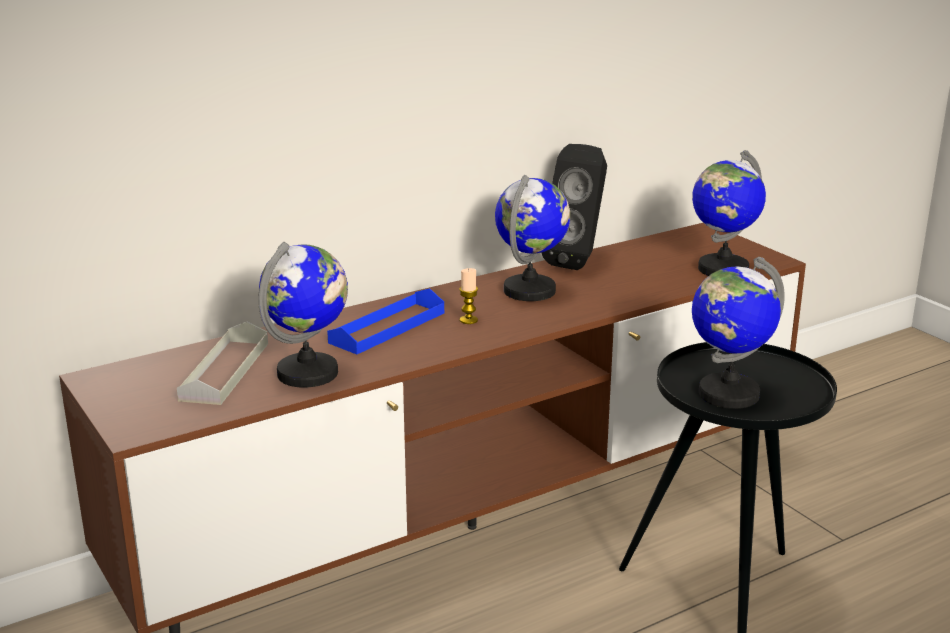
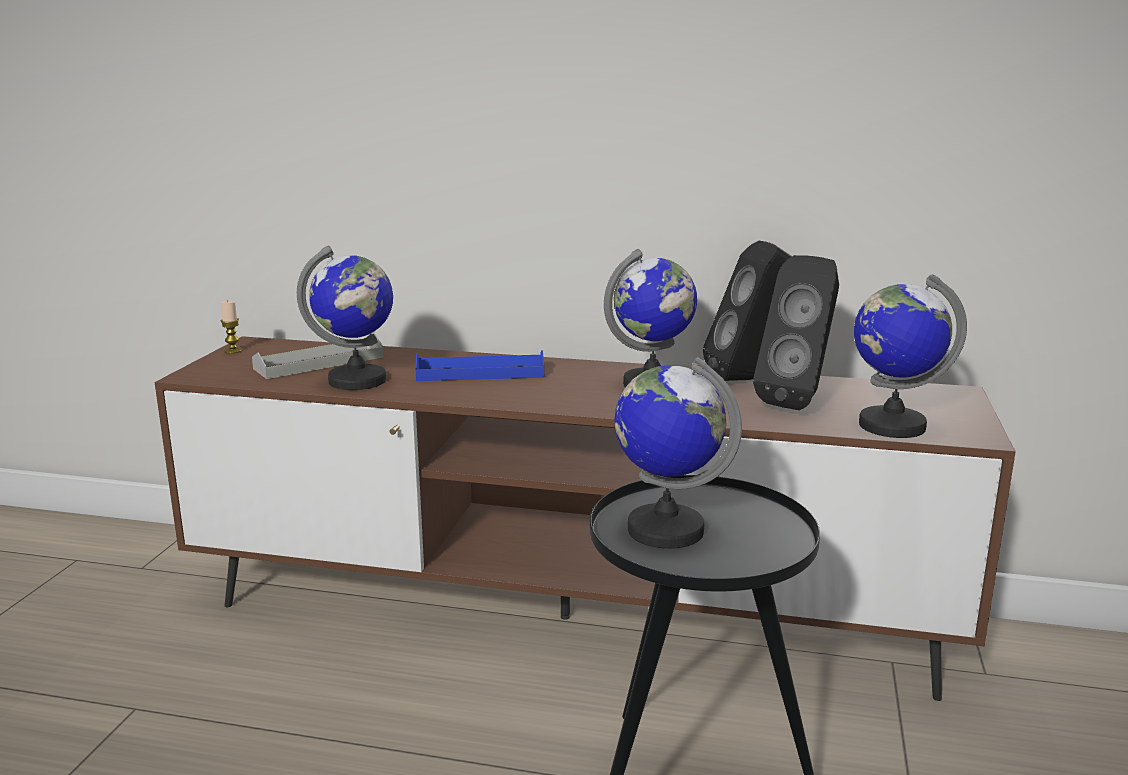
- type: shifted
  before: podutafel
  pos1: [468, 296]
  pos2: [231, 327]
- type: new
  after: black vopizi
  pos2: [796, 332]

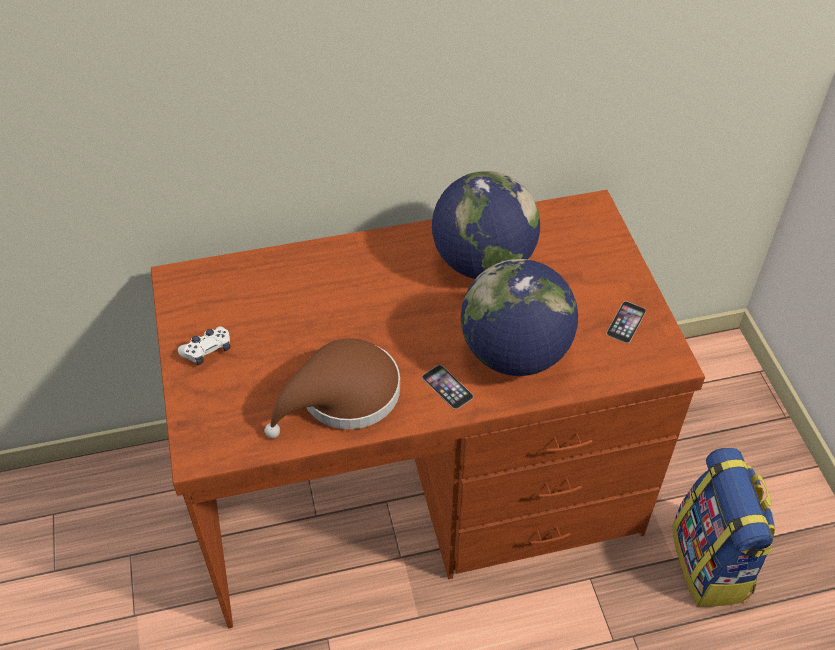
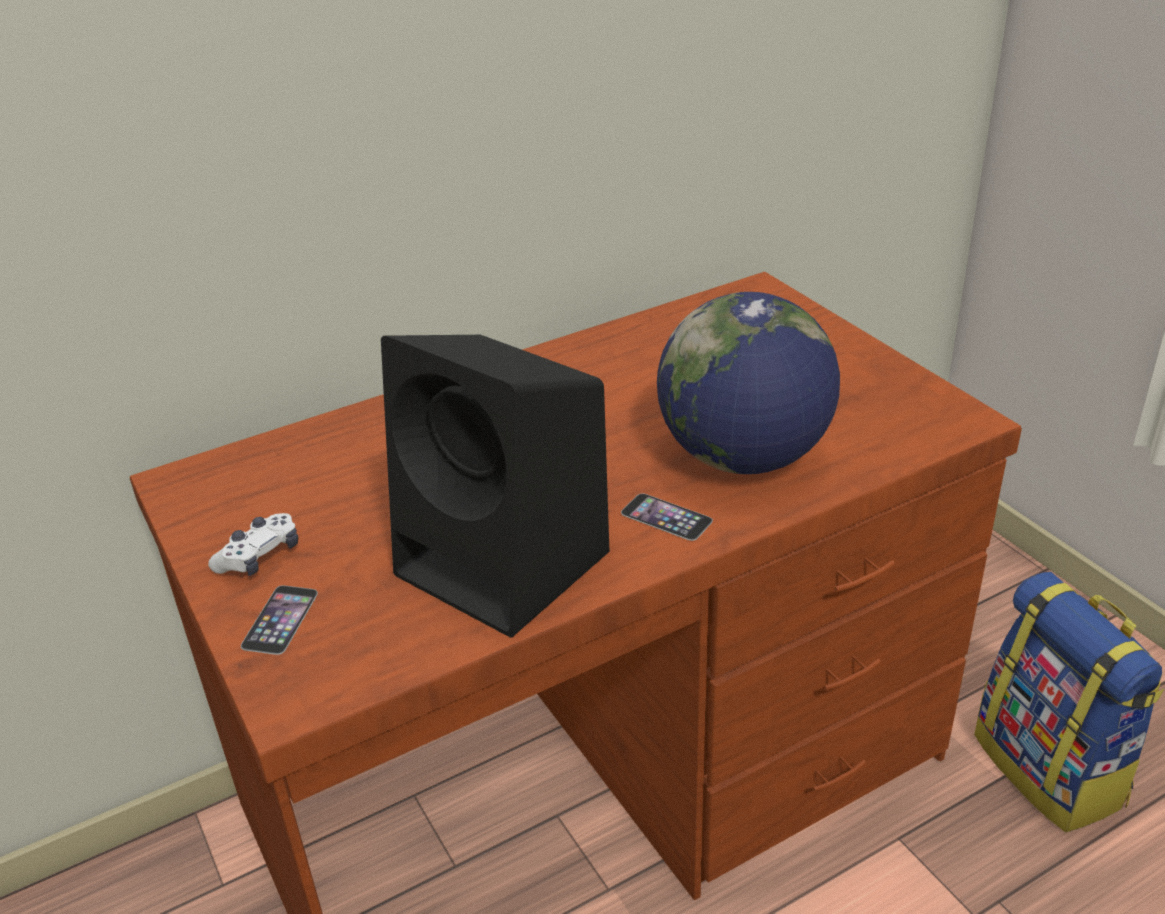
- type: swapped
  before: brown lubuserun
  after: black vopizi
  pos1: [332, 388]
  pos2: [495, 486]
- type: gone
  before: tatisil
  pos1: [486, 225]
- type: shifted
  before: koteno
  pos1: [626, 322]
  pos2: [279, 620]

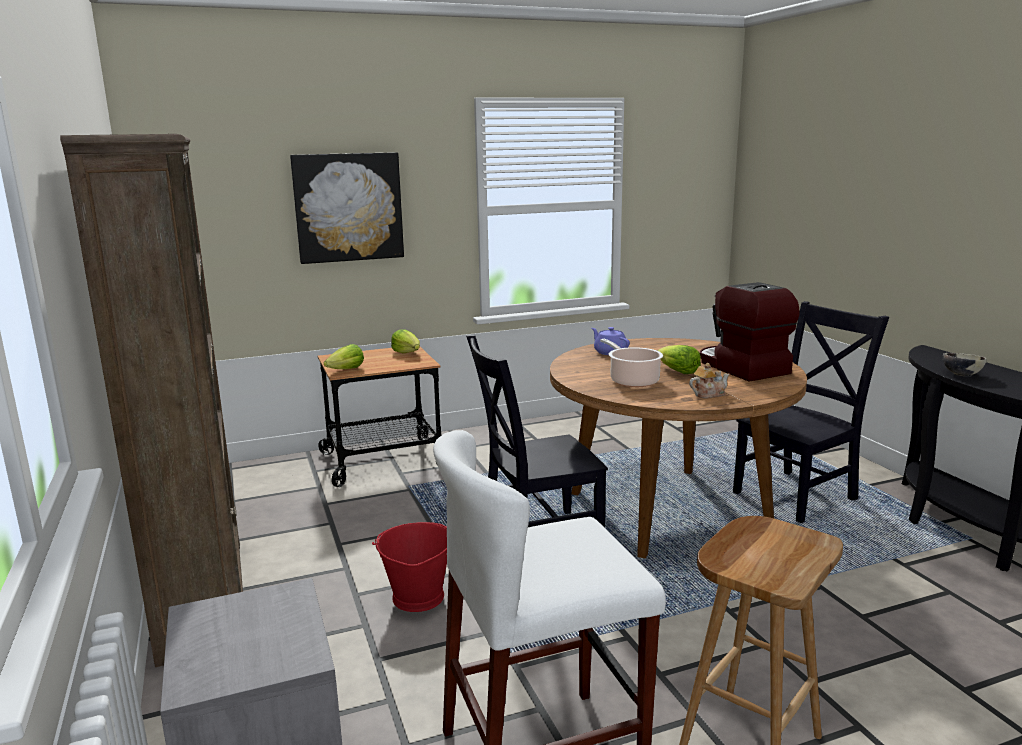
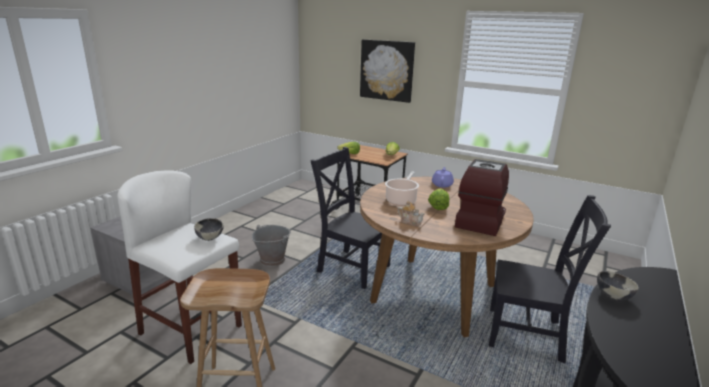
- type: gone
  before: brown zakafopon
  pos1: [151, 400]
- type: repainted
  before: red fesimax
  after: grey fesimax
  pos1: [409, 567]
  pos2: [271, 246]
- type: new
  after: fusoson
  pos2: [209, 229]

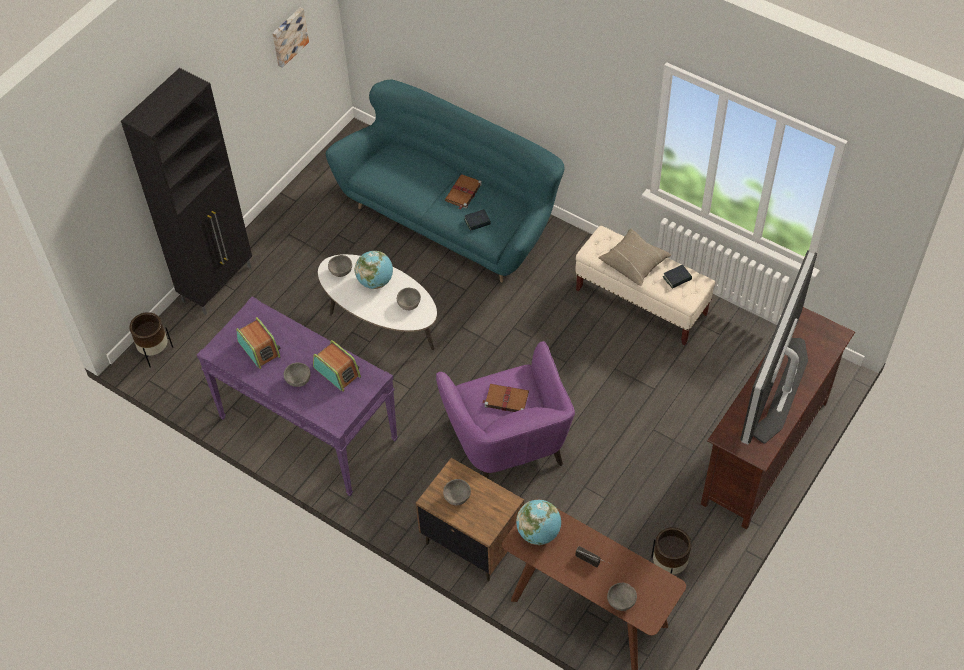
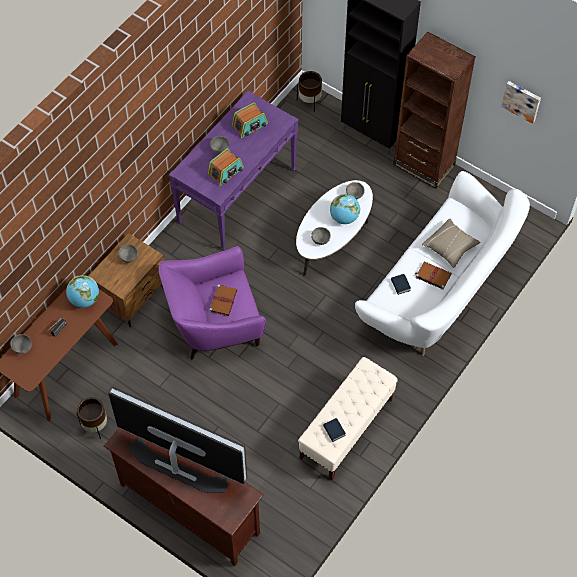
- type: repainted
  before: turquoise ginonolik
  after: white ginonolik
  pos1: [445, 181]
  pos2: [442, 263]
- type: shifted
  before: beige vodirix
  pos1: [634, 257]
  pos2: [451, 243]
- type: new
  after: brown zakafopon
  pos2: [434, 110]

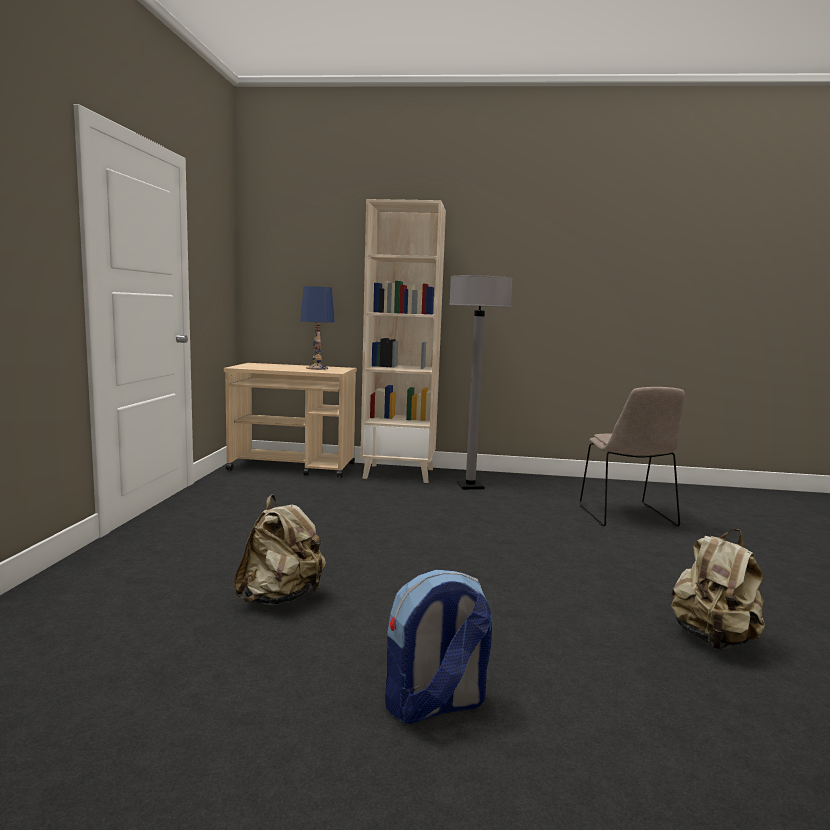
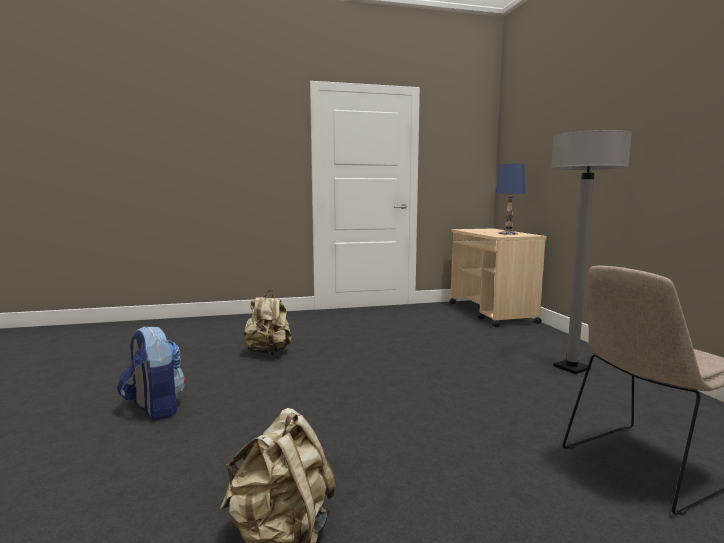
- type: gone
  before: beige zakafopon
  pos1: [403, 341]

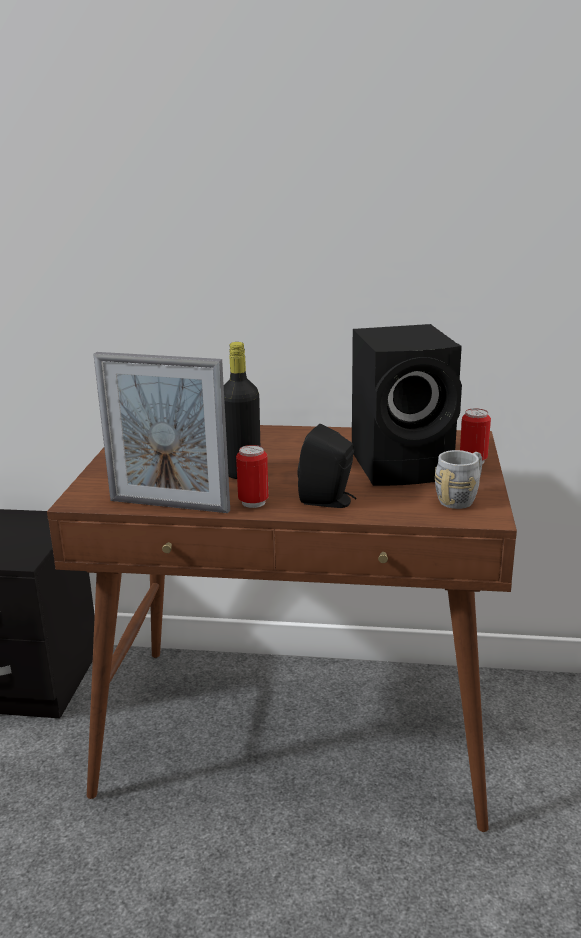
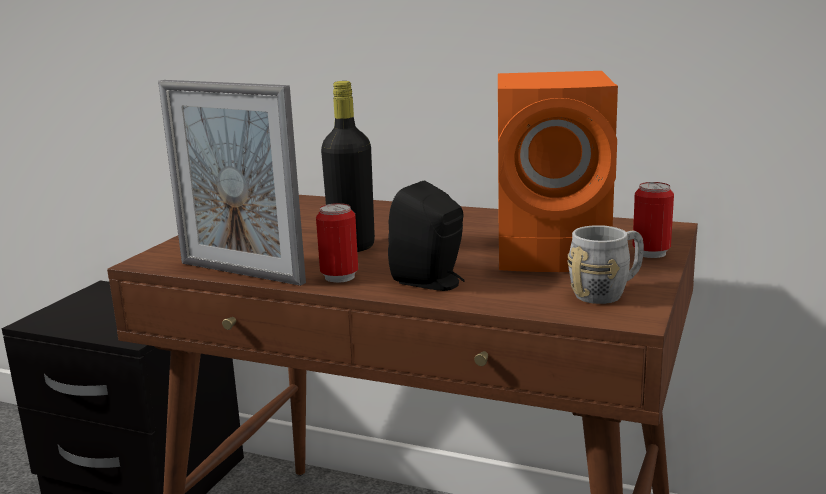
- type: repainted
  before: black vopizi
  after: orange vopizi
  pos1: [407, 405]
  pos2: [558, 171]

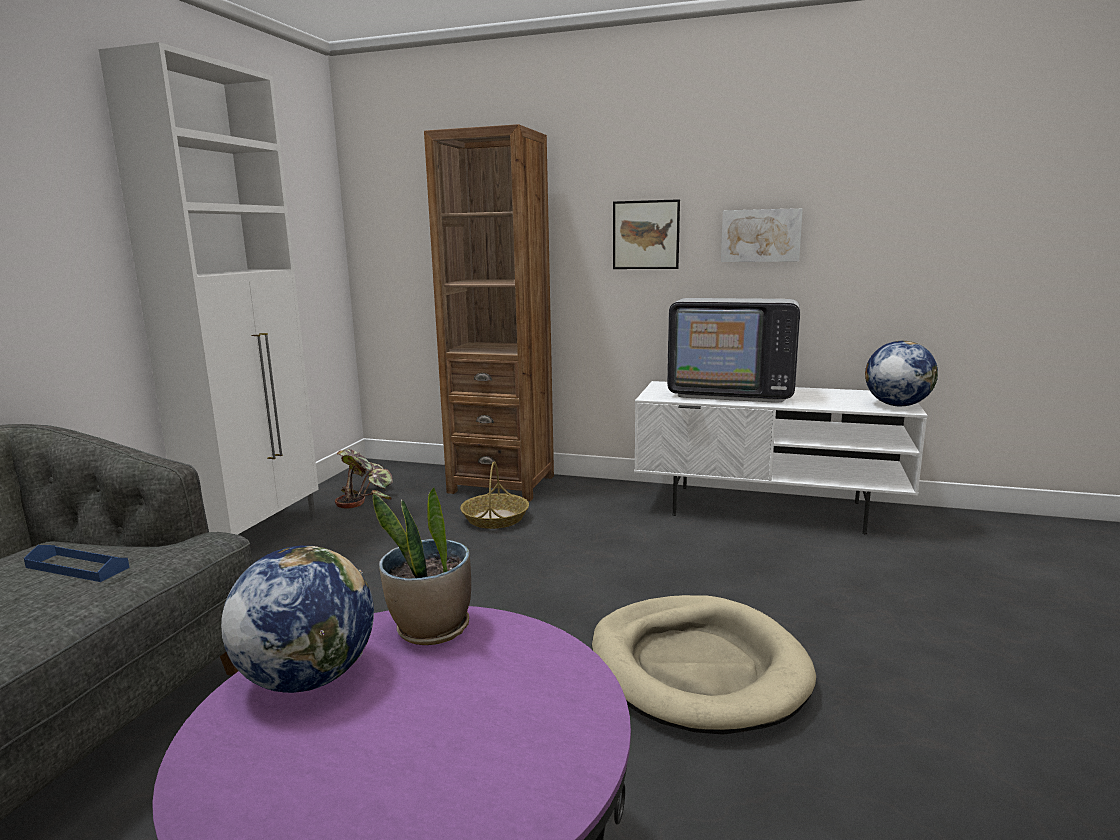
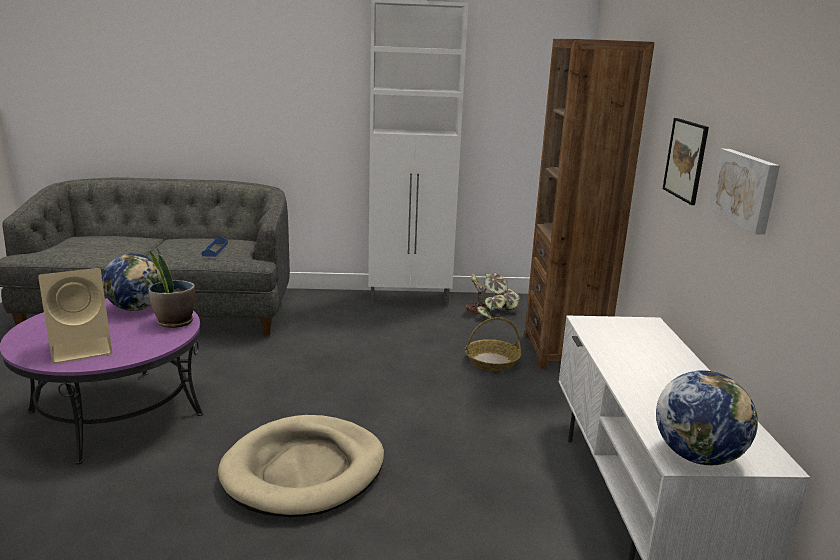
- type: gone
  before: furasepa
  pos1: [733, 350]
- type: new
  after: beige vopizi
  pos2: [75, 316]

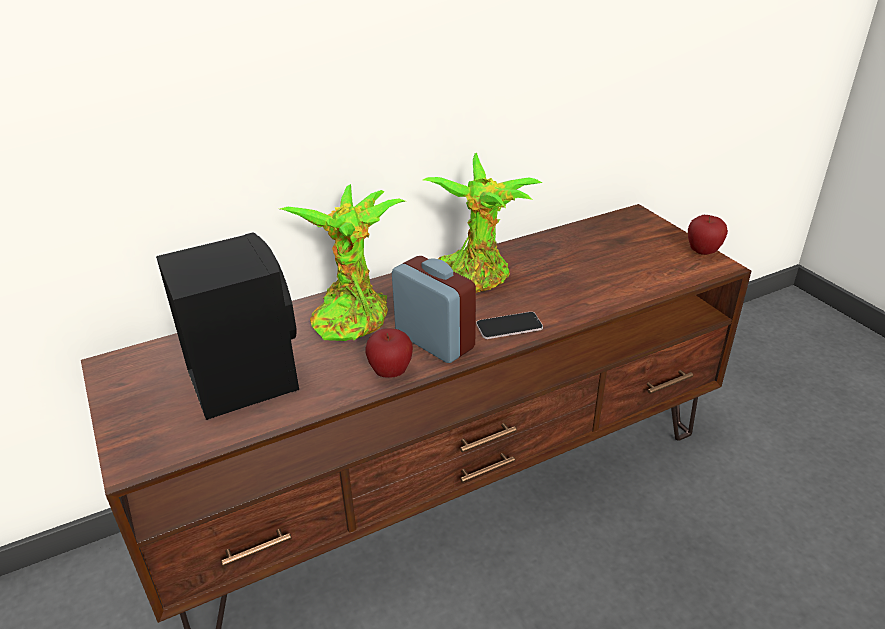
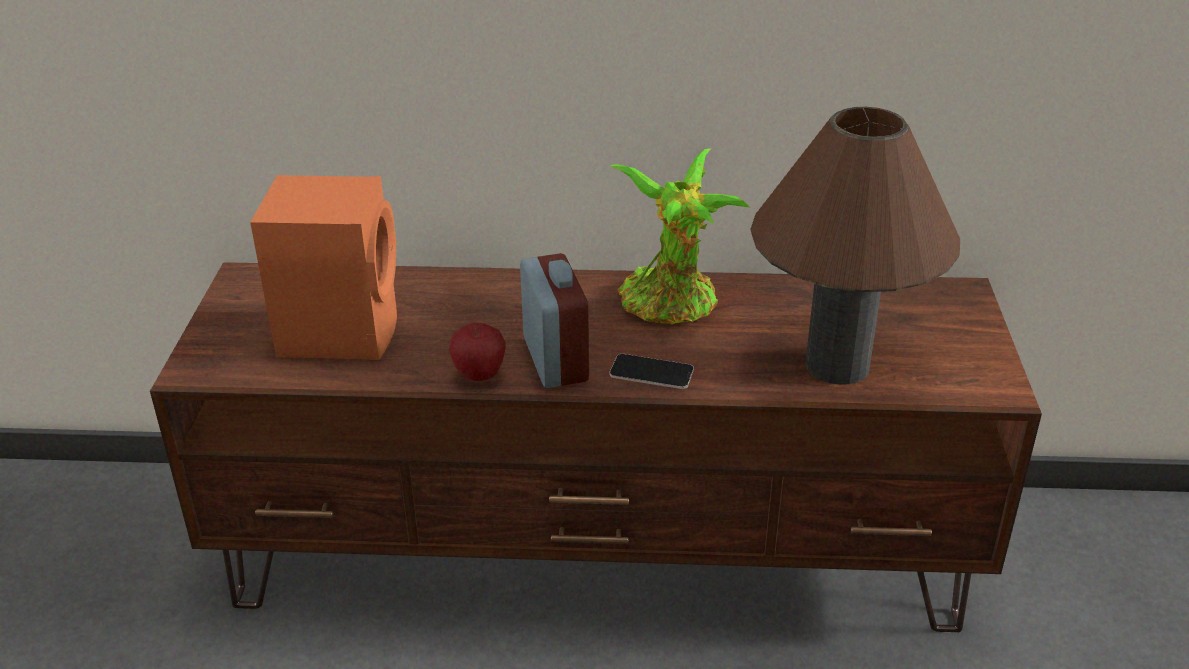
- type: repainted
  before: black vopizi
  after: orange vopizi
  pos1: [227, 326]
  pos2: [323, 267]
- type: gone
  before: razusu
  pos1: [342, 262]
- type: gone
  before: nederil
  pos1: [708, 235]
- type: new
  after: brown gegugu
  pos2: [855, 246]

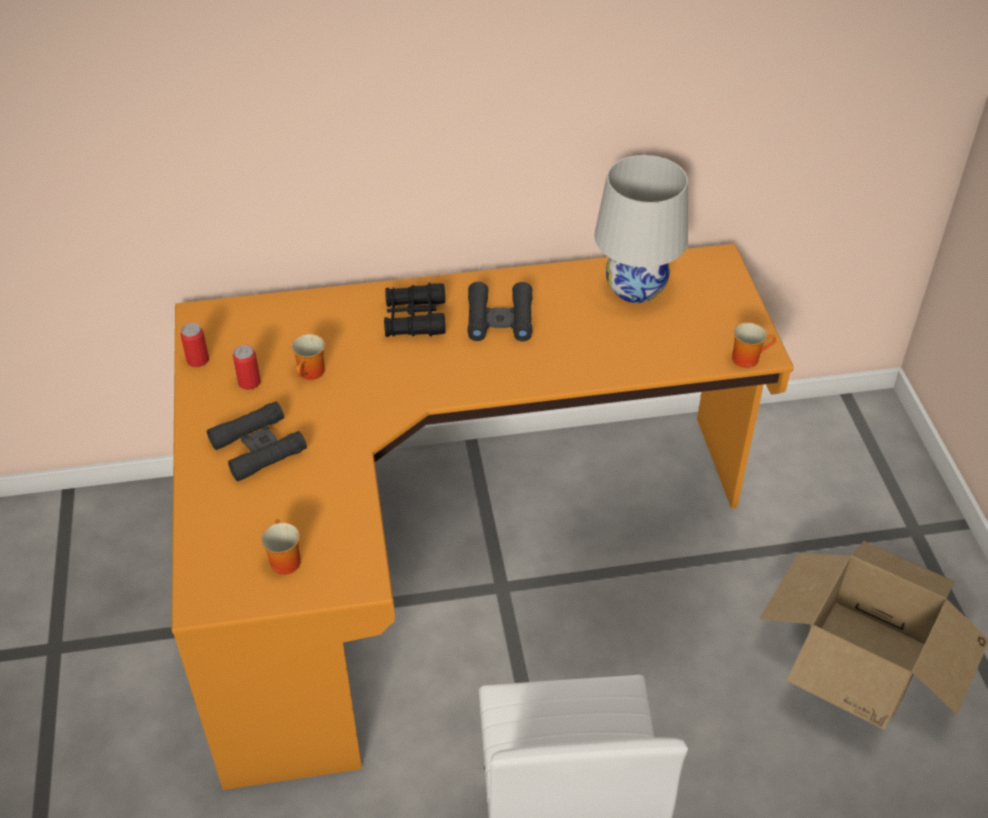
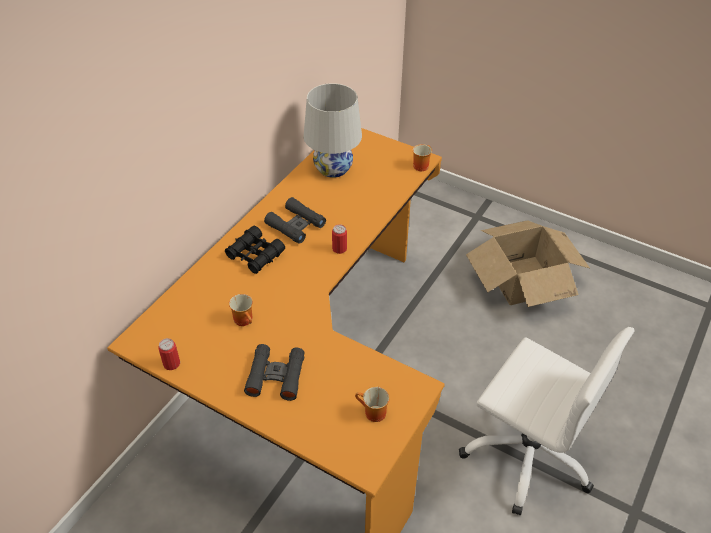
- type: shifted
  before: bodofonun
  pos1: [247, 367]
  pos2: [339, 239]

